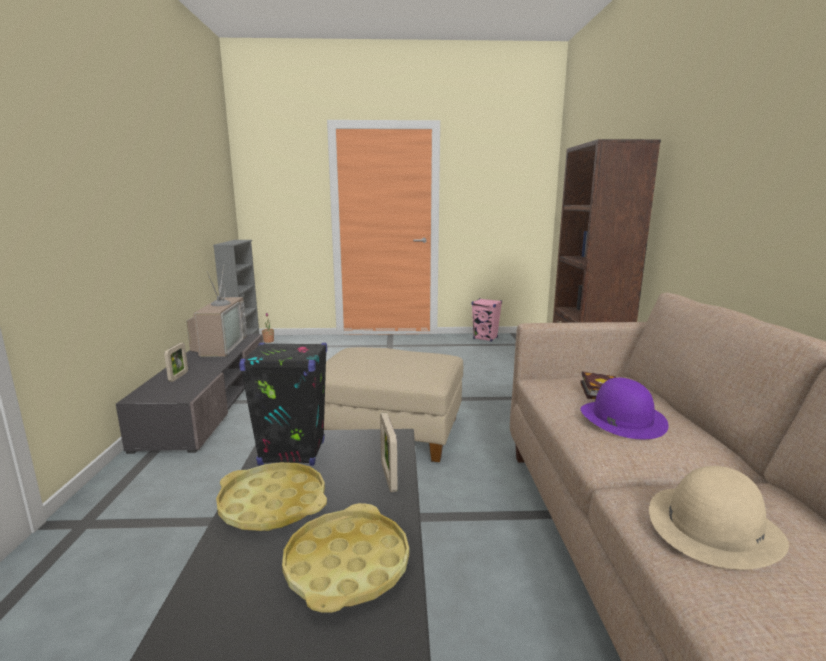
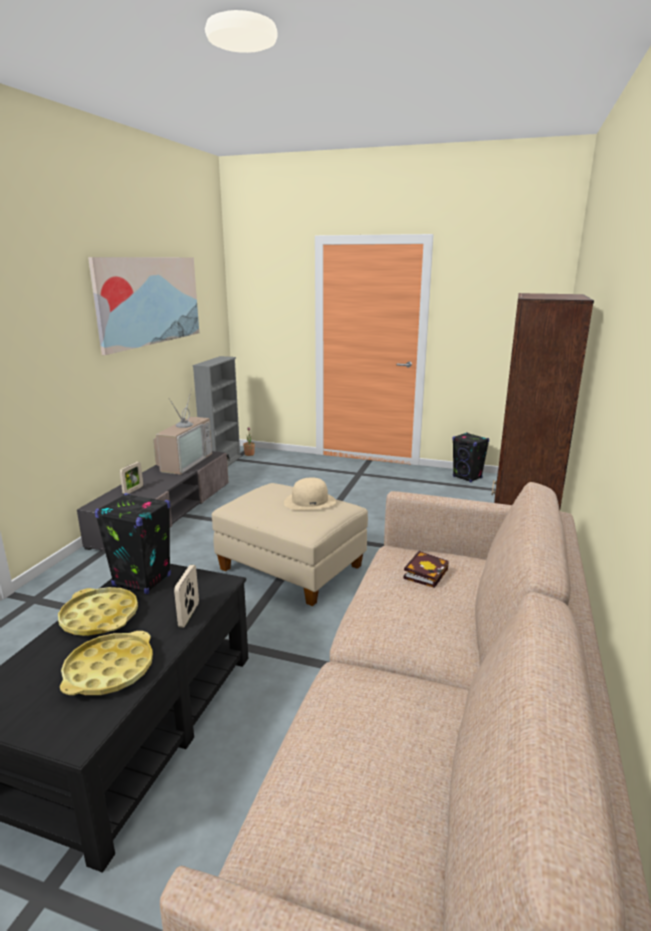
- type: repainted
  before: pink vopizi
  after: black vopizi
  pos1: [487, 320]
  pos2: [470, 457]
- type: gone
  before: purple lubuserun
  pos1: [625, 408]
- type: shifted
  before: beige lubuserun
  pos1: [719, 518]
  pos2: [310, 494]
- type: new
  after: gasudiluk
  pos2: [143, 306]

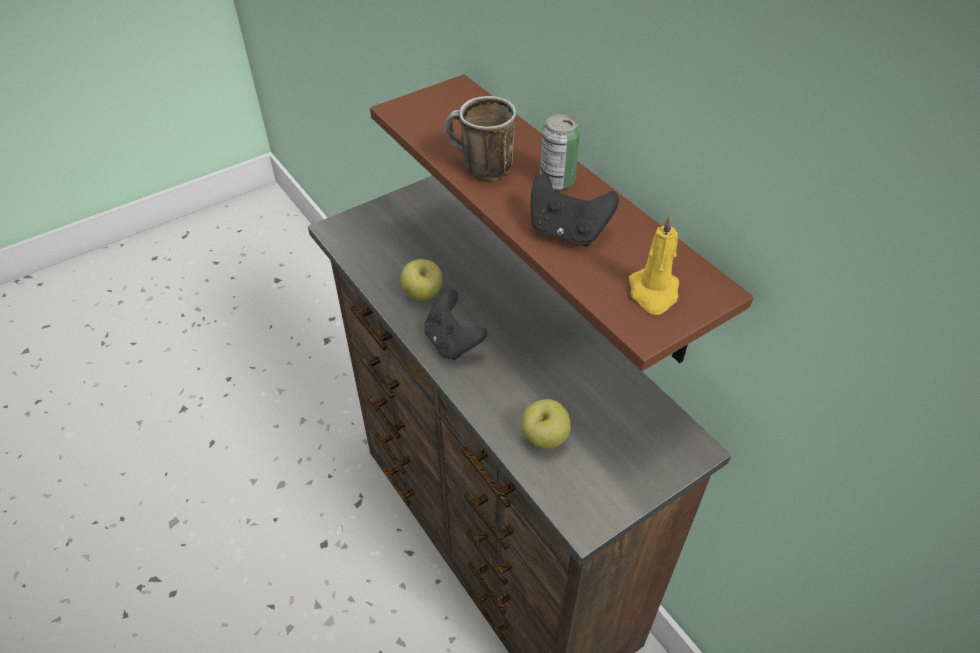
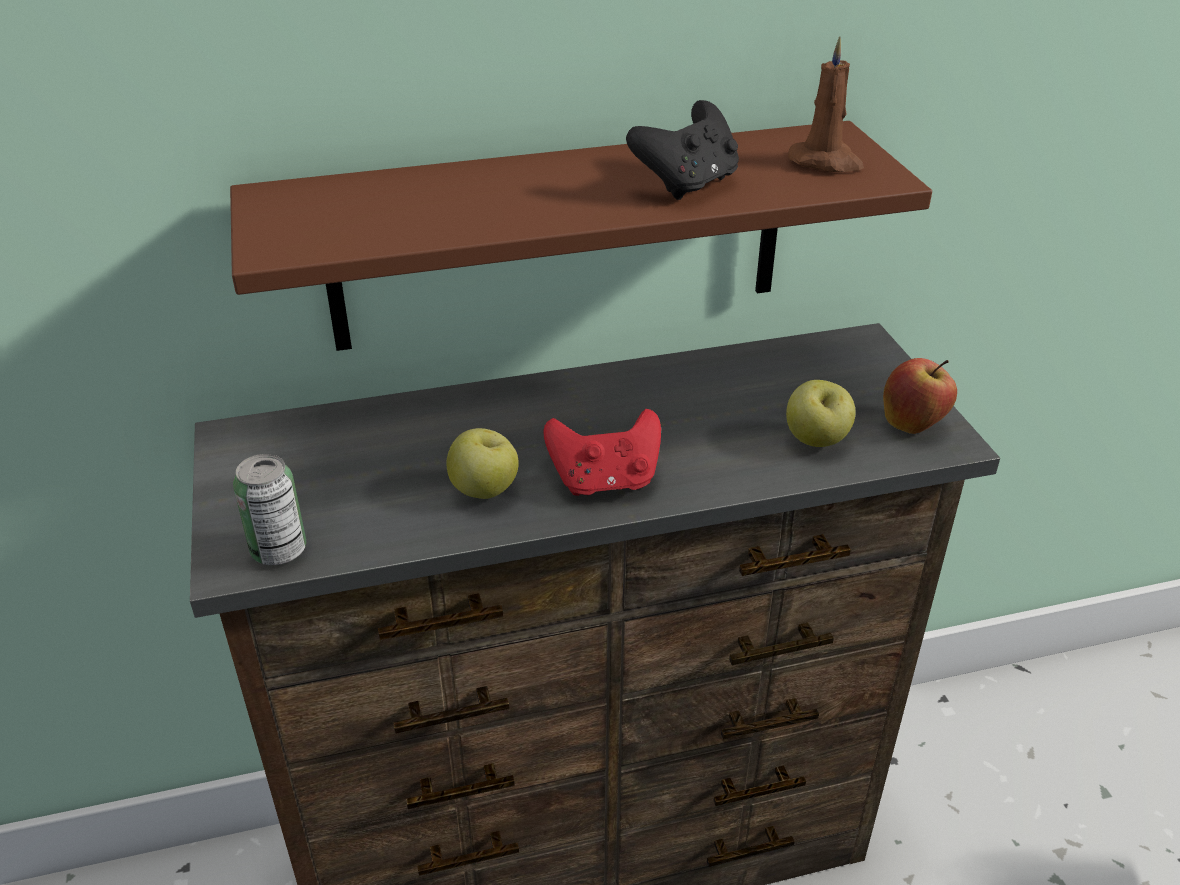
- type: repainted
  before: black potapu
  after: red potapu
  pos1: [455, 324]
  pos2: [602, 452]
- type: gone
  before: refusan
  pos1: [480, 138]
- type: shifted
  before: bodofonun
  pos1: [560, 152]
  pos2: [269, 509]
- type: repainted
  before: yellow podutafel
  after: brown podutafel
  pos1: [654, 264]
  pos2: [826, 104]
- type: new
  after: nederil
  pos2: [920, 396]

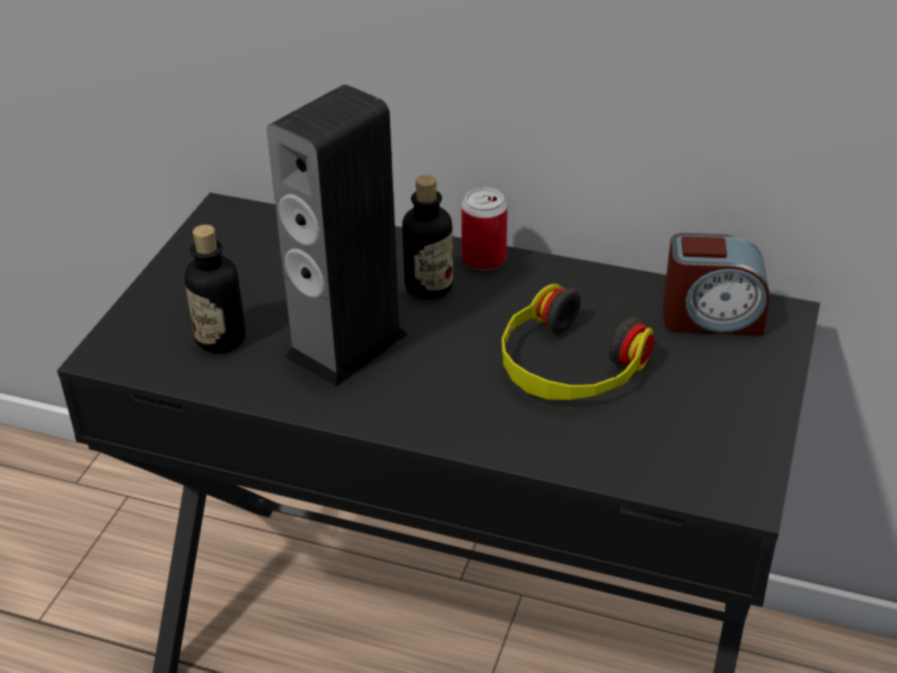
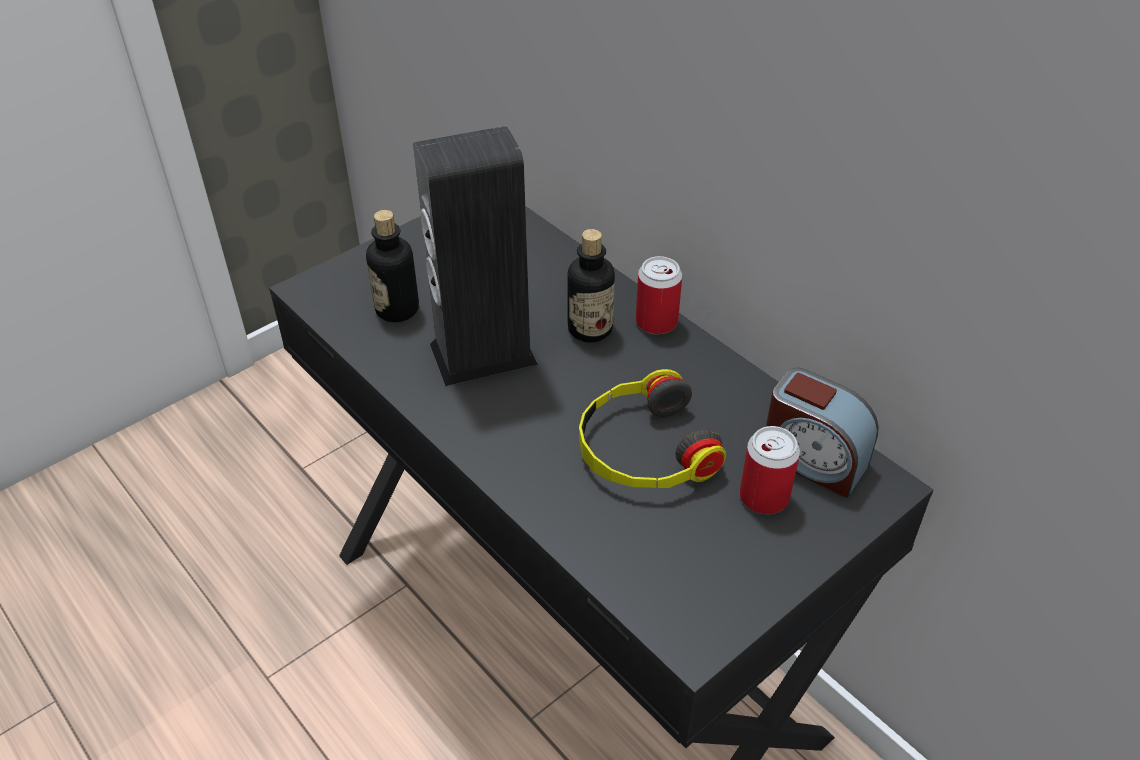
- type: new
  after: bodofonun
  pos2: [770, 470]

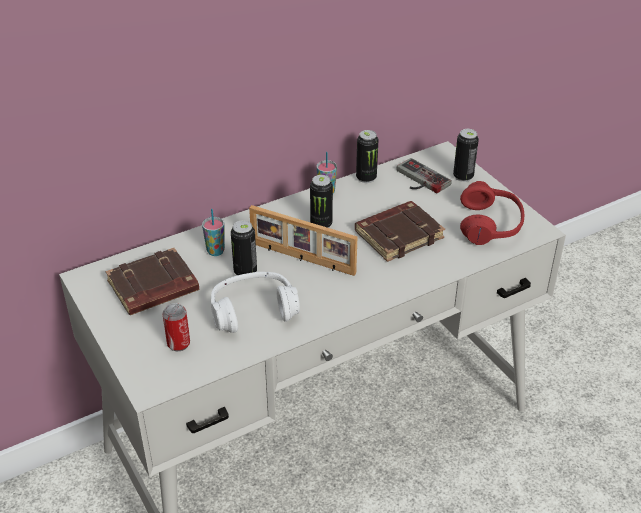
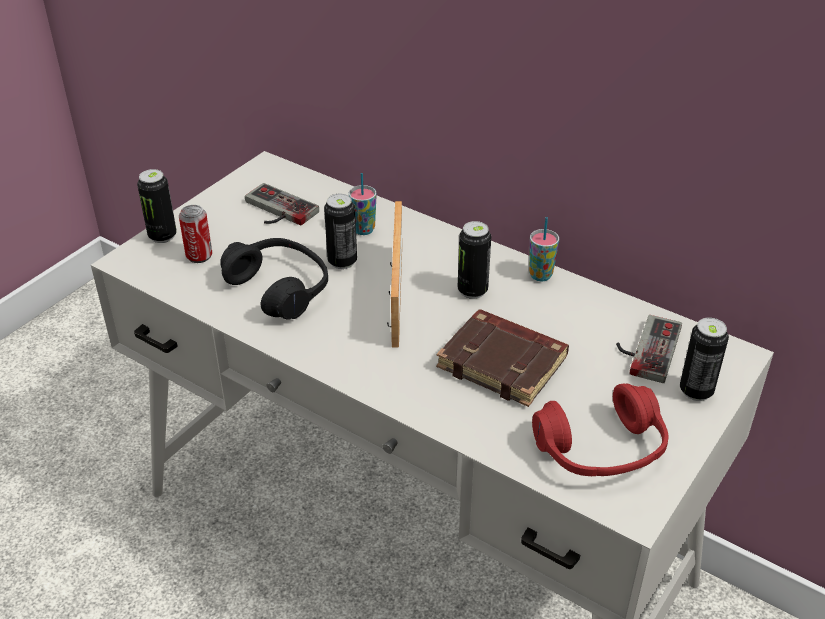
- type: swapped
  before: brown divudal
  after: potapu
  pos1: [152, 281]
  pos2: [282, 204]
- type: repainted
  before: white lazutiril
  after: black lazutiril
  pos1: [255, 302]
  pos2: [274, 278]
- type: shifted
  before: bodofonun
  pos1: [367, 156]
  pos2: [157, 206]

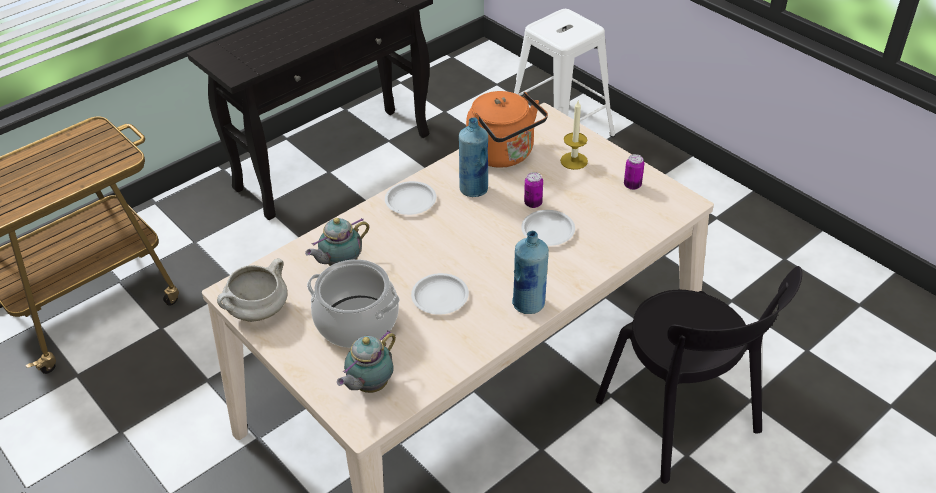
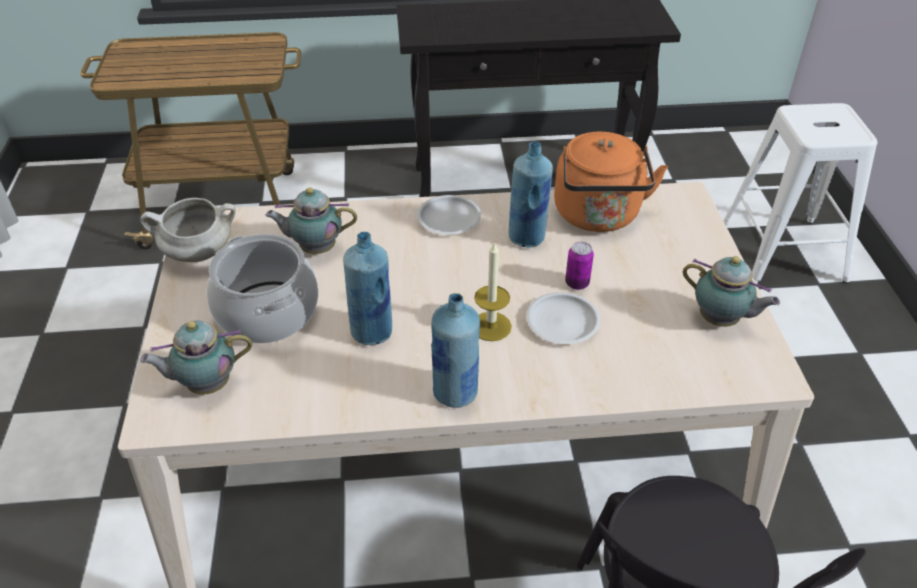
- type: swapped
  before: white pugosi
  after: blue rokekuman
  pos1: [440, 294]
  pos2: [367, 288]
- type: shifted
  before: podutafel
  pos1: [574, 135]
  pos2: [493, 291]
- type: swapped
  before: bodofonun
  after: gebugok
  pos1: [634, 172]
  pos2: [731, 291]

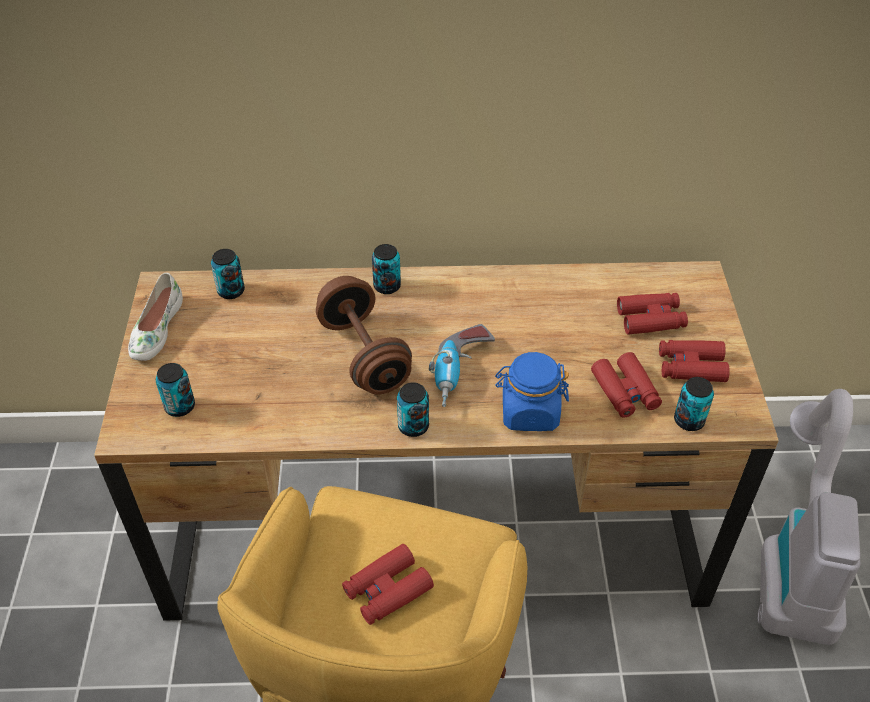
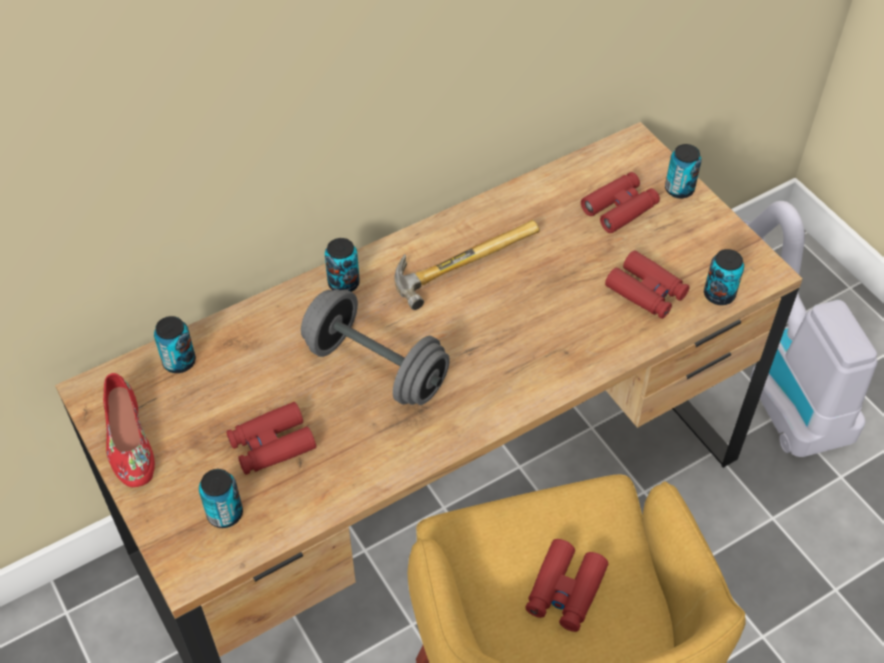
- type: repainted
  before: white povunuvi
  after: red povunuvi
  pos1: [155, 317]
  pos2: [129, 430]
- type: repainted
  before: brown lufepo
  after: grey lufepo
  pos1: [364, 335]
  pos2: [375, 347]
- type: shifted
  before: bodofonun
  pos1: [413, 409]
  pos2: [683, 171]
- type: gone
  before: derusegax
  pos1: [462, 365]
- type: gone
  before: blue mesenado
  pos1: [532, 391]
- type: shifted
  before: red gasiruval
  pos1: [694, 361]
  pos2: [271, 438]
- type: new
  after: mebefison
  pos2: [467, 265]

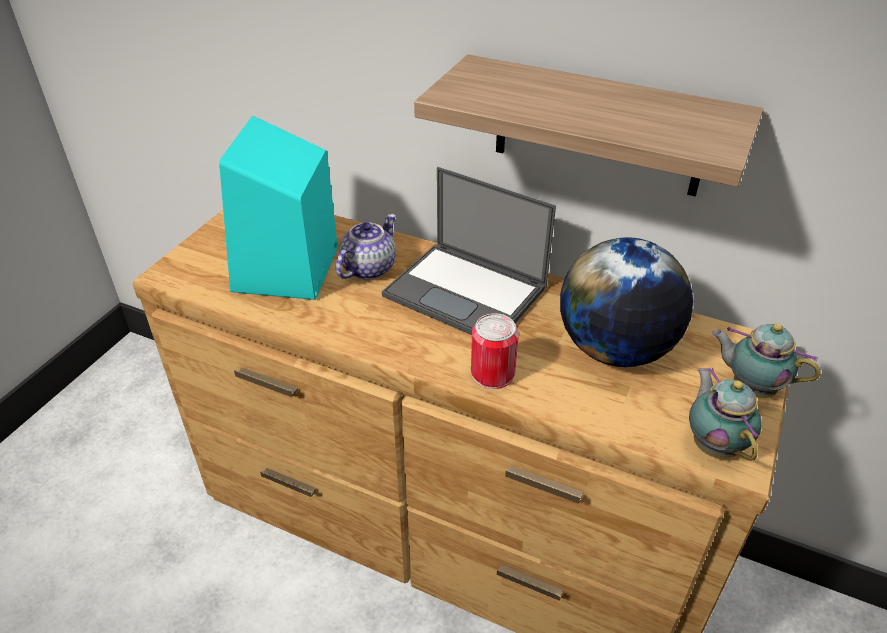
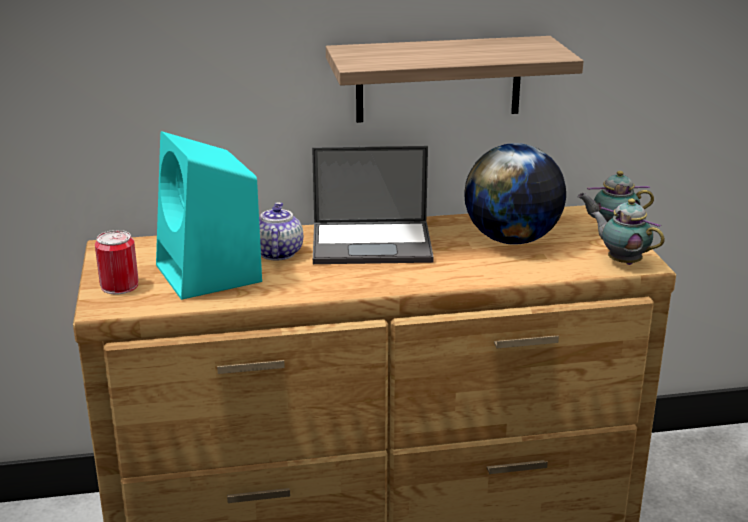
- type: shifted
  before: bodofonun
  pos1: [495, 351]
  pos2: [117, 262]

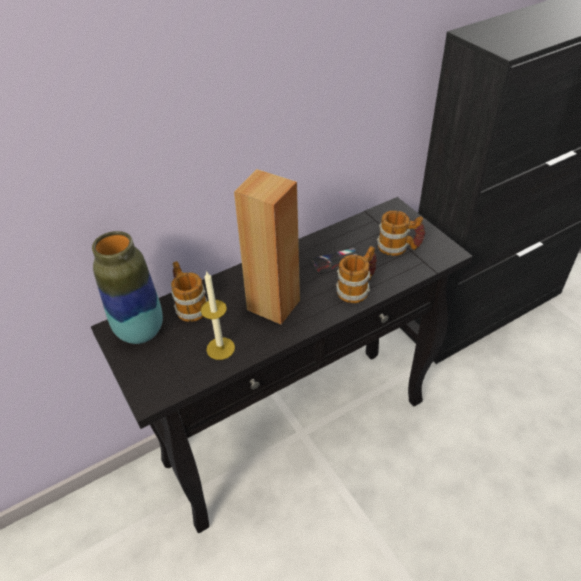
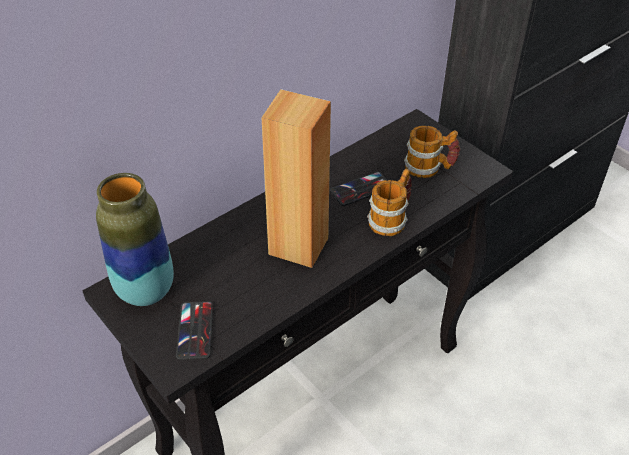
- type: gone
  before: refusan
  pos1: [189, 291]
- type: gone
  before: podutafel
  pos1: [218, 316]
- type: new
  after: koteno
  pos2: [194, 330]

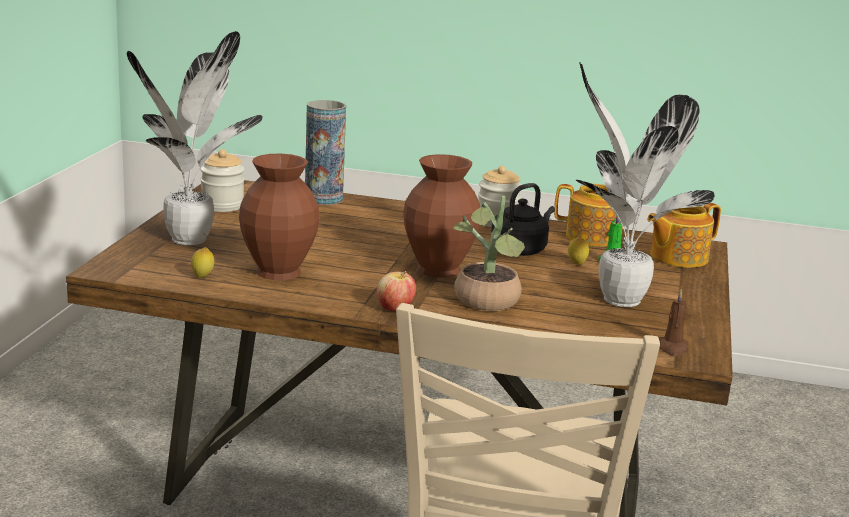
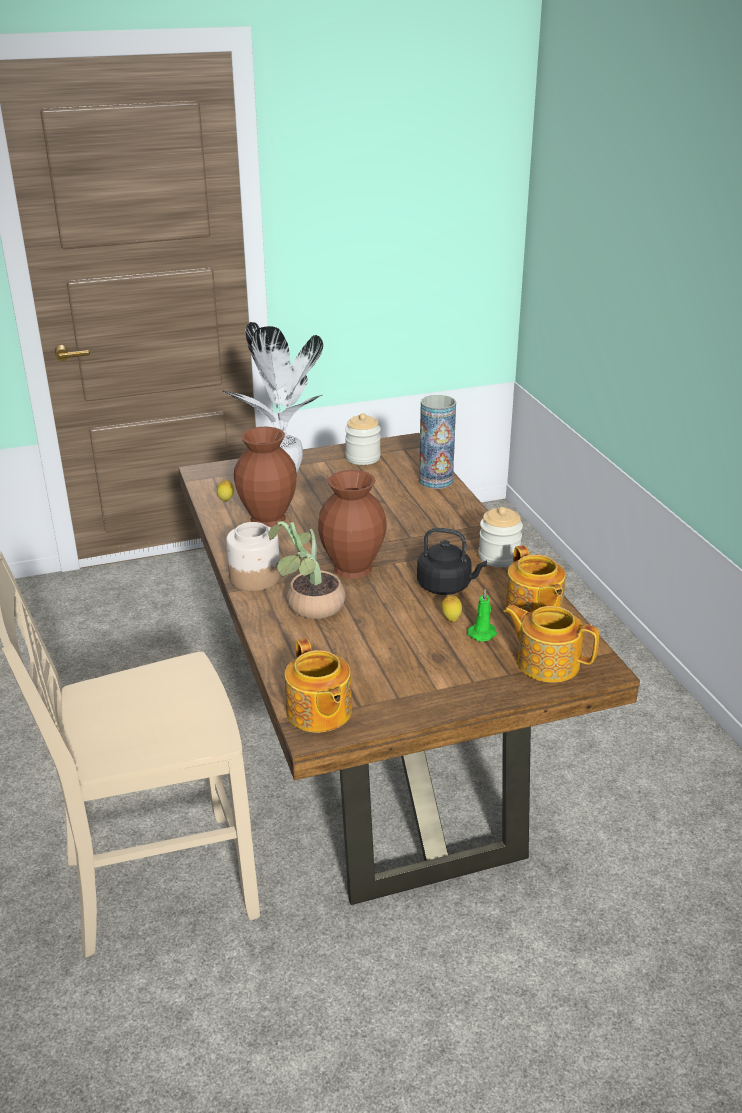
- type: swapped
  before: nederil
  after: mesenado
  pos1: [396, 291]
  pos2: [253, 556]
- type: gone
  before: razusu
  pos1: [645, 185]
- type: swapped
  before: brown podutafel
  after: gebugok
  pos1: [673, 322]
  pos2: [318, 685]

